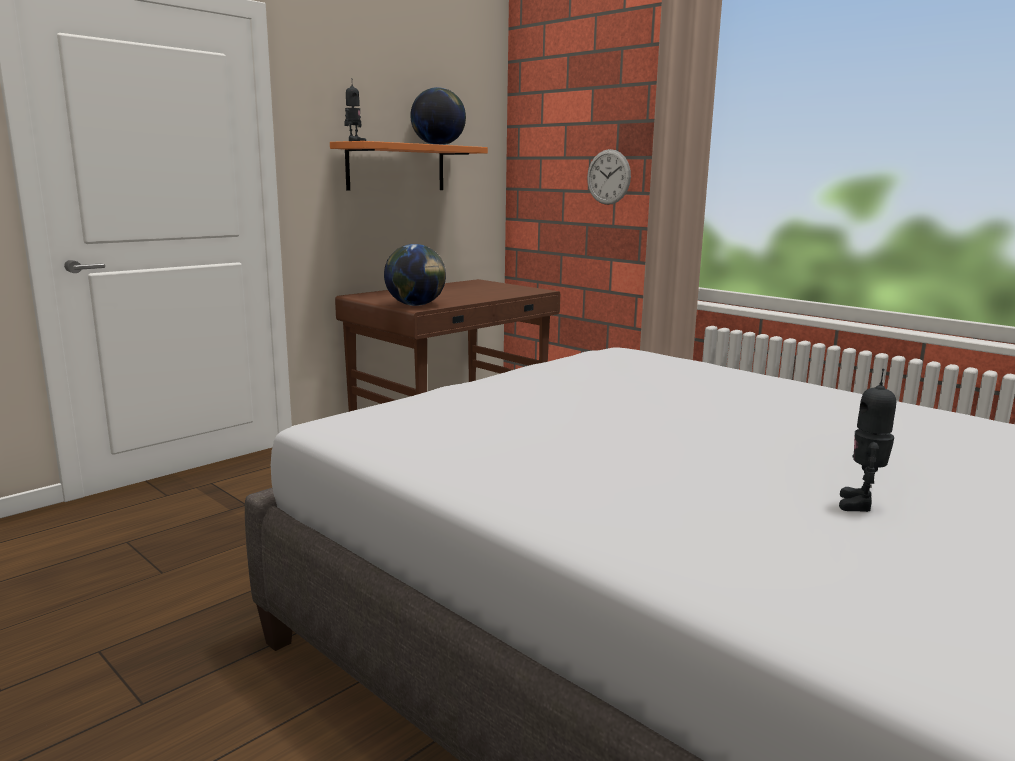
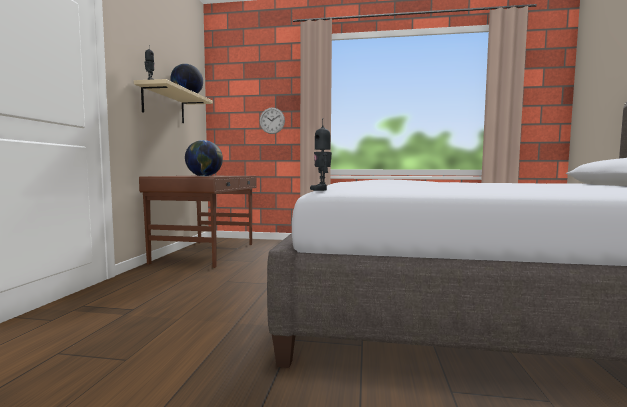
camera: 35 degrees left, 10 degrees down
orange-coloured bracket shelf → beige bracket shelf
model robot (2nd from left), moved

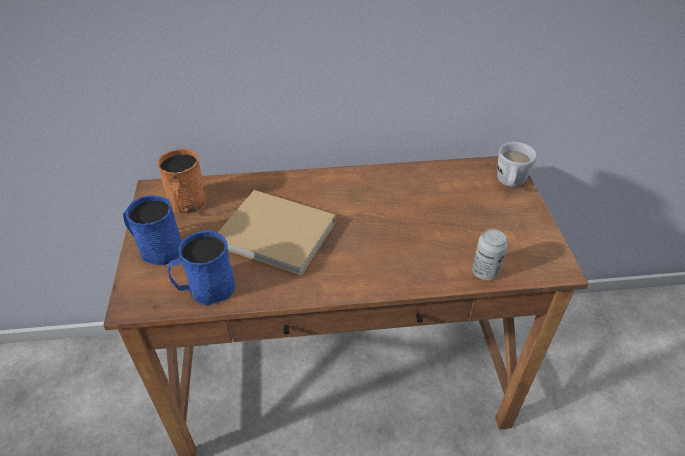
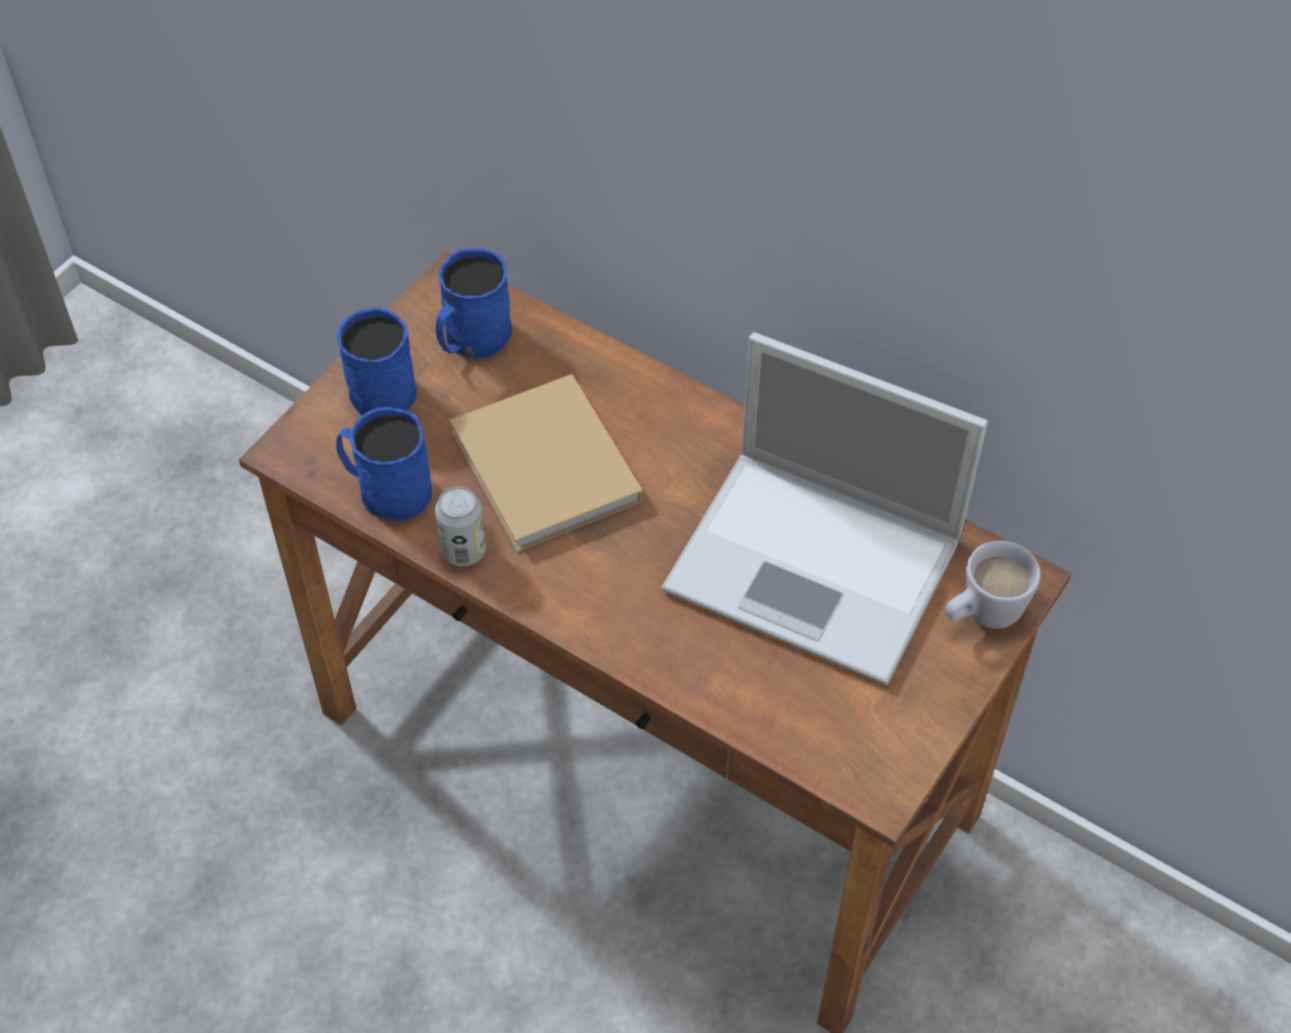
camera: 40 degrees right, 10 degrees up
metal can, moved
orange-coloured coffee mug → blue-coloured coffee mug (3rd from left)
- → notebook computer

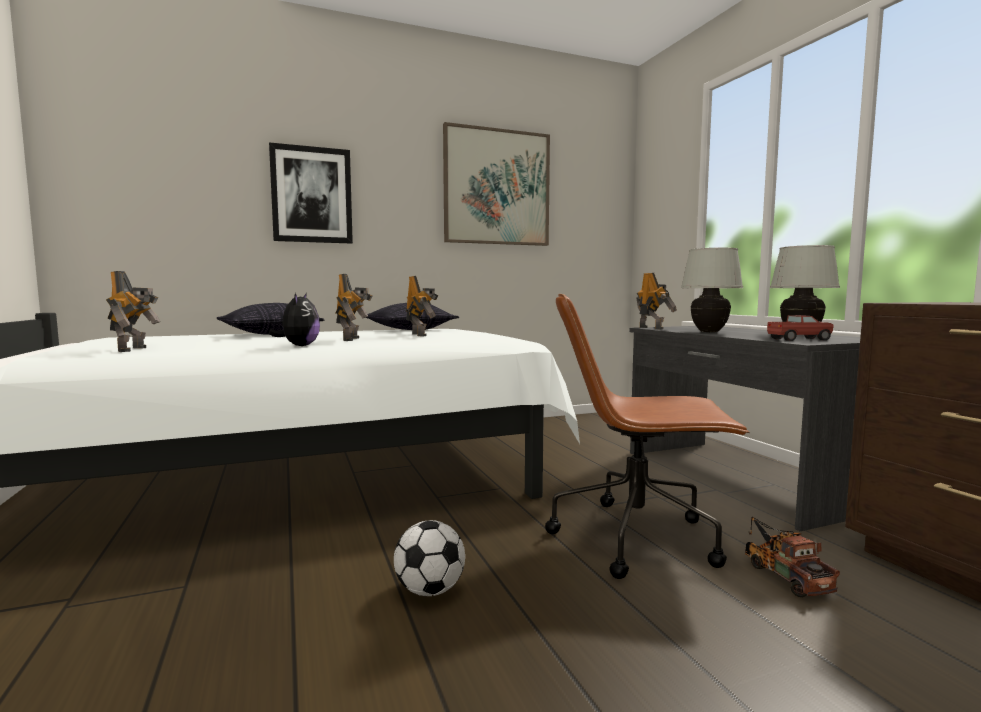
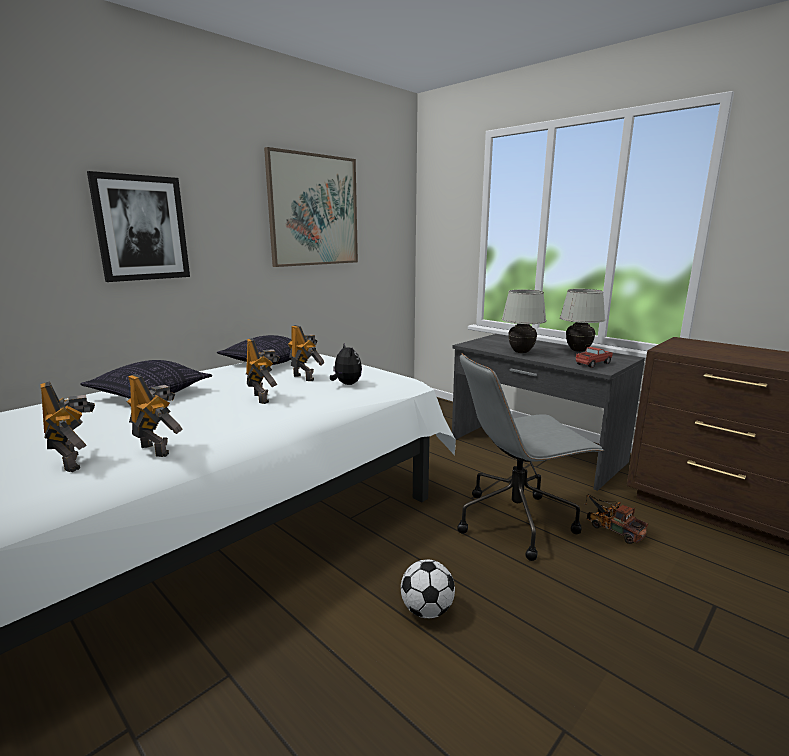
camera: 25 degrees left, 10 degrees up
model robot (4th from left in the first image) → model robot (2nd from left), moved
plush toy, moved
brown-coloured computer chair → grey computer chair

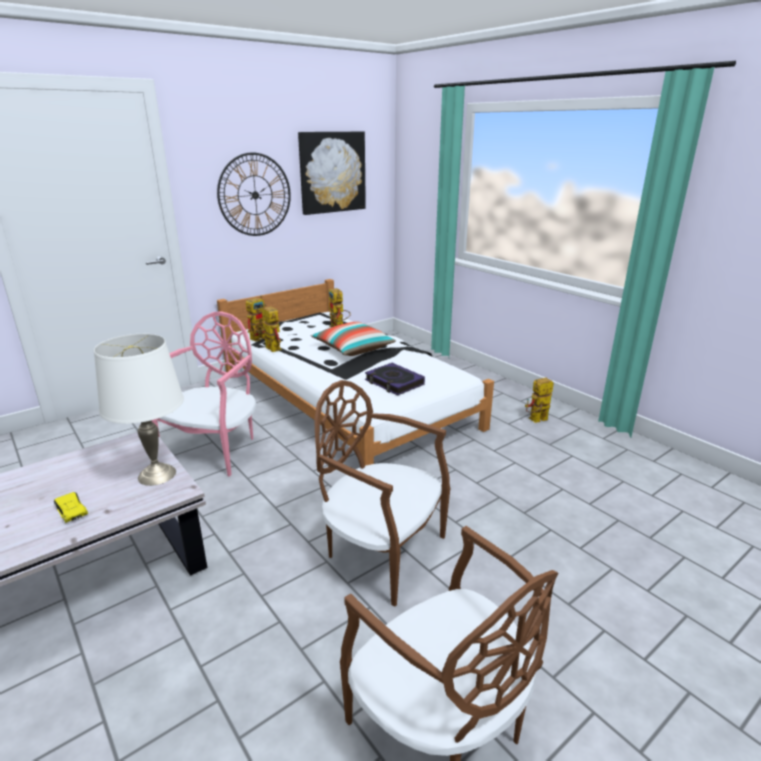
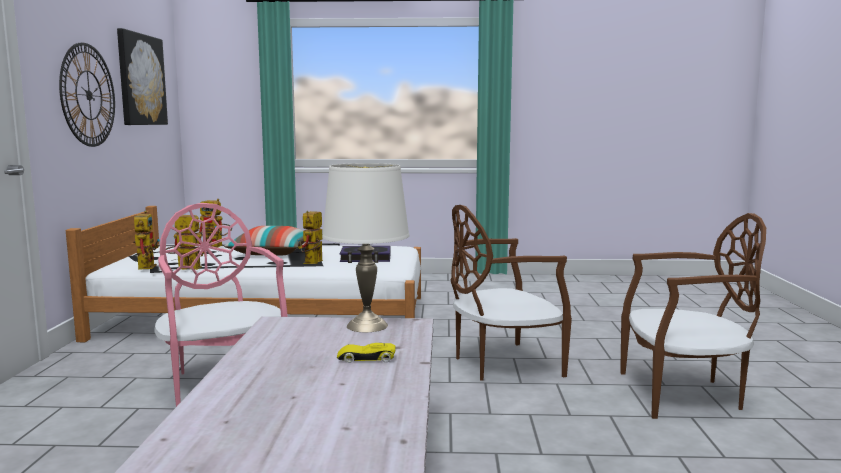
camera: 50 degrees left, 15 degrees down
model robot (4th from left), moved

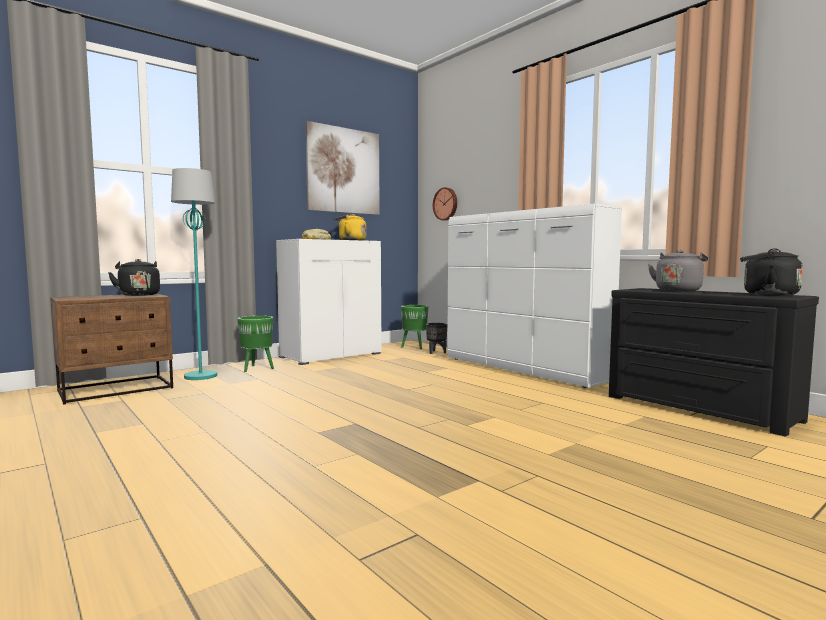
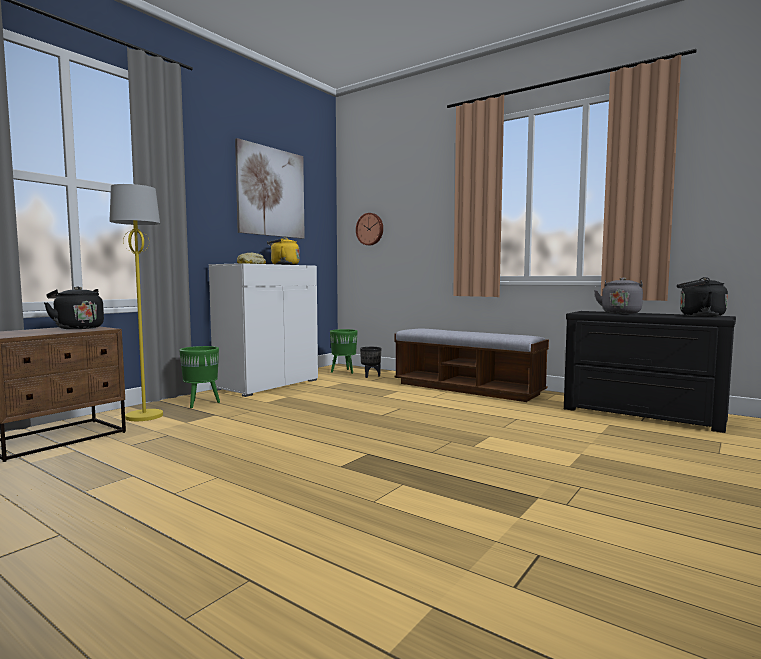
camera: 15 degrees left, 0 degrees up
blue-green standing lamp → yellowish standing lamp
white dresser → long seat

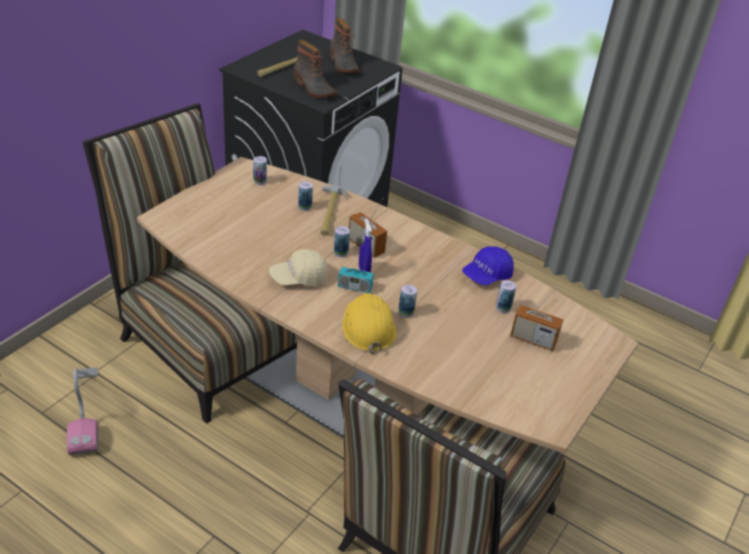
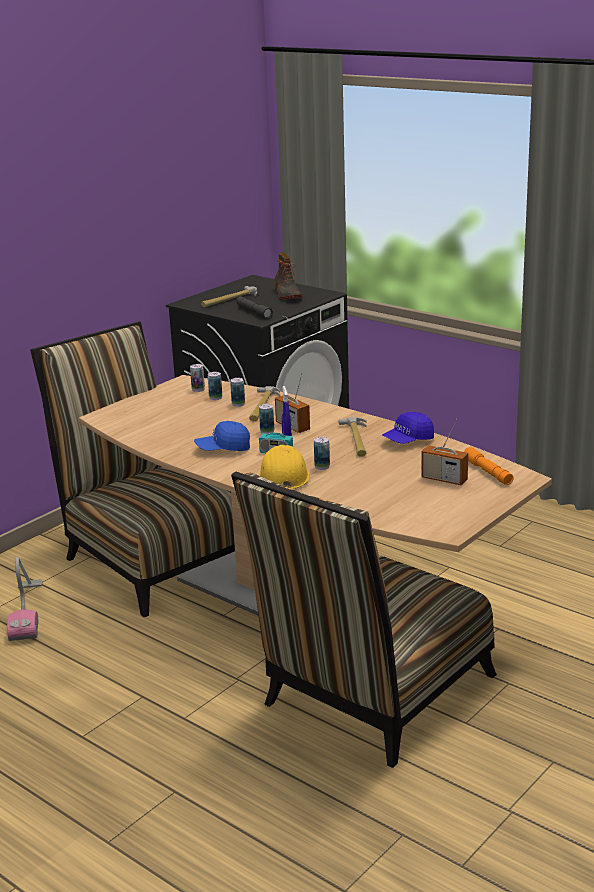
camera: 10 degrees right, 15 degrees down
beige cap → blue-coloured cap (1st from left)
metal can (5th from left in the first image) → metal can (2nd from left), moved
high-top boot (1st from left) → grey torch
- → hand hammer (3rd from left)
- → orange-coloured torch

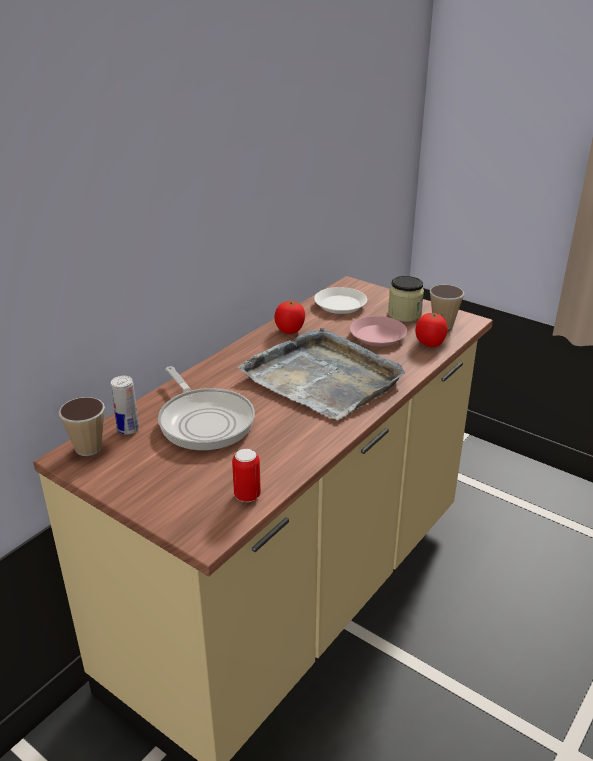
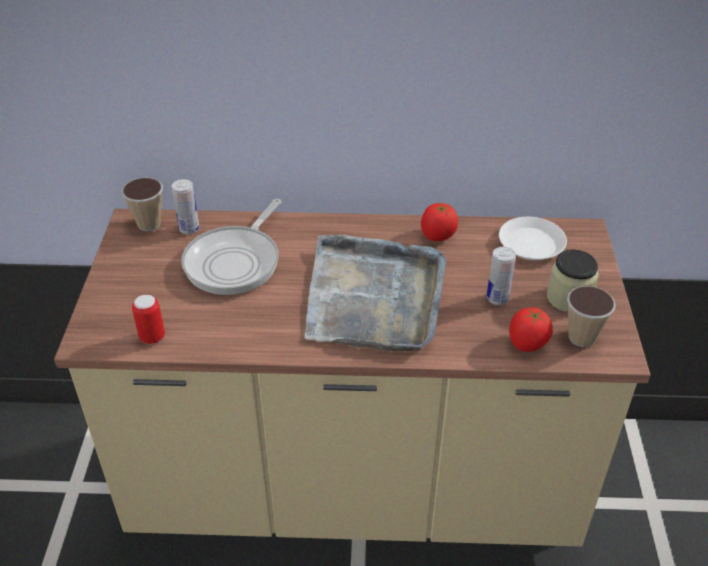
camera: 55 degrees right, 10 degrees up
pink-coloured dinner plate → metal can (3rd from left)

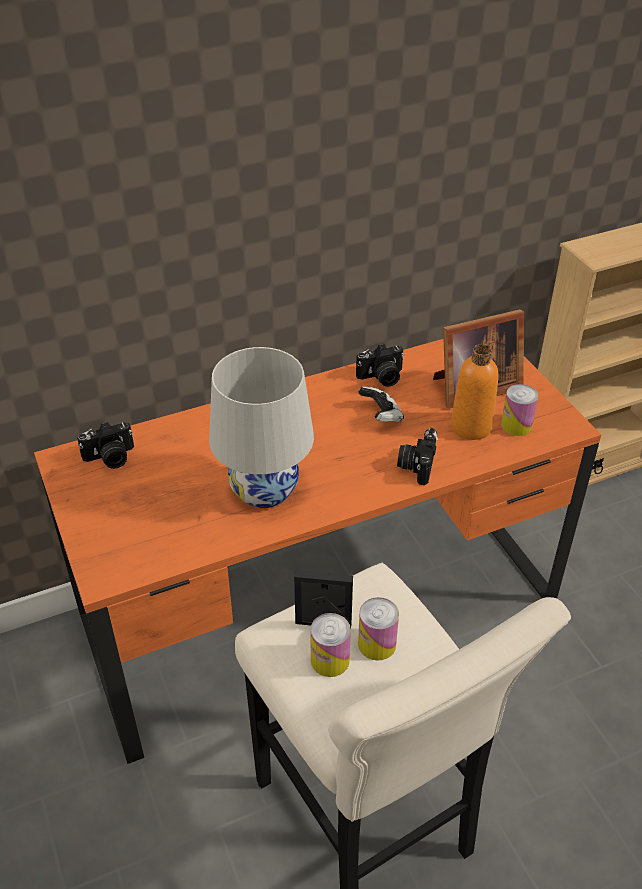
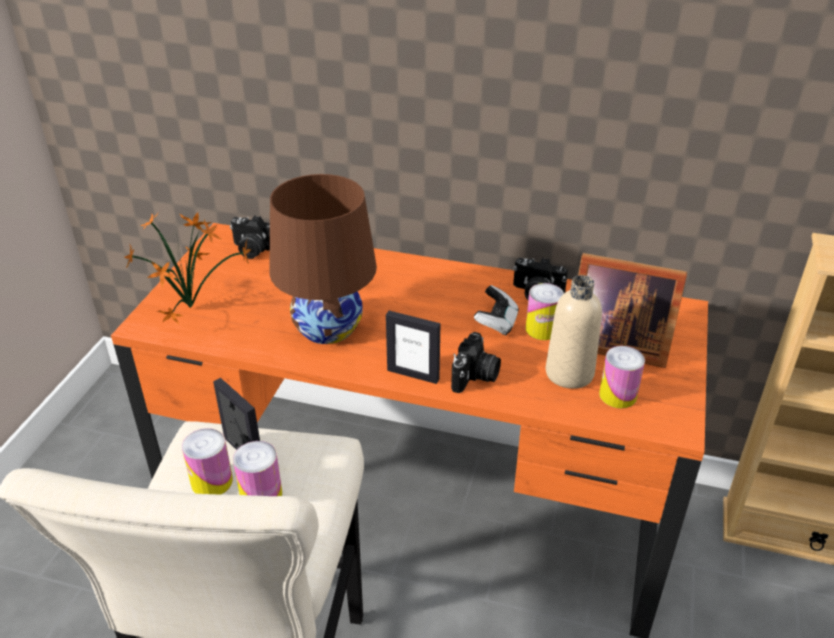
camera: 40 degrees right, 5 degrees down
- → houseplant
white tabletop lamp → brown-coloured tabletop lamp
- → picture frame (2nd from left)
photo camera (3rd from left in the first image) → photo camera (2nd from left), 150 degrees clockwise
- → metal can (3rd from left)
orange-coloured drink bottle → beige drink bottle

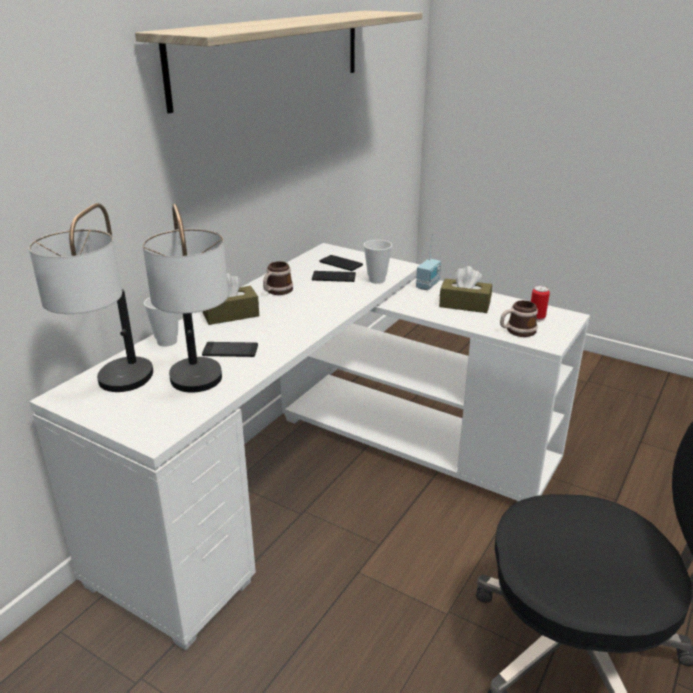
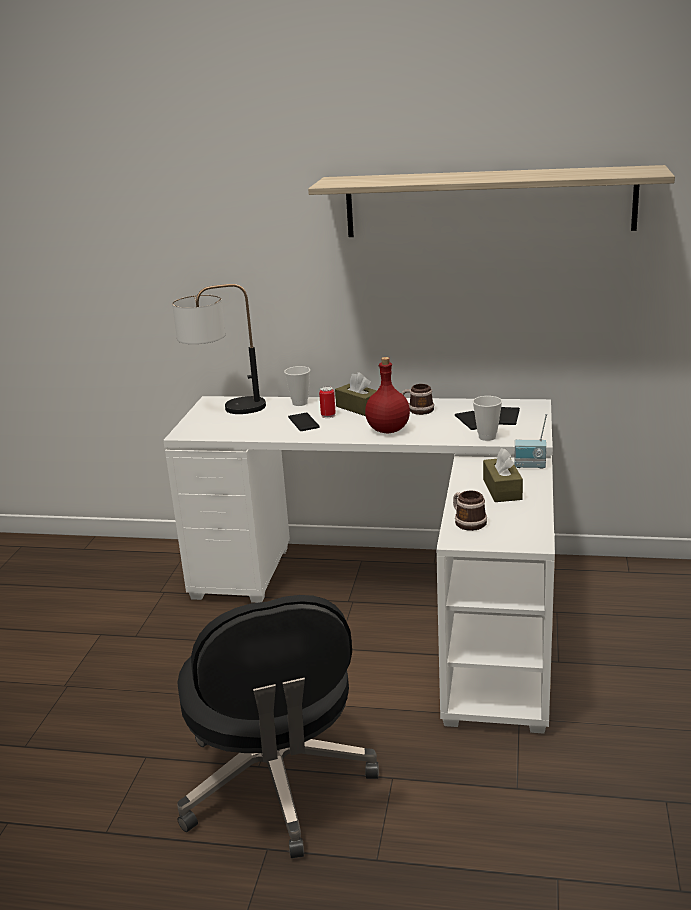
camera: 70 degrees right, 5 degrees down
metal can, moved
- → red drink bottle
tabletop lamp (2nd from left) → -

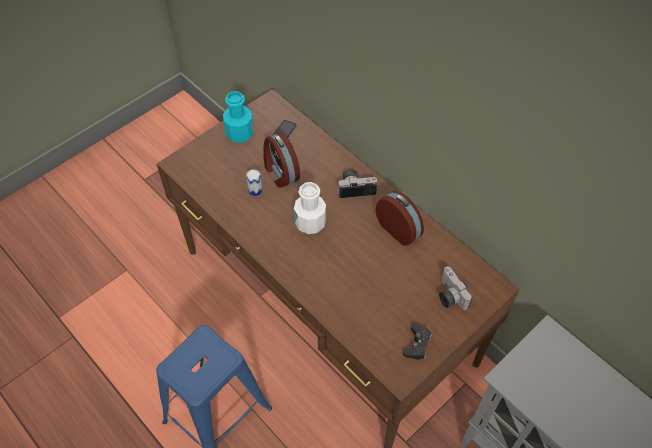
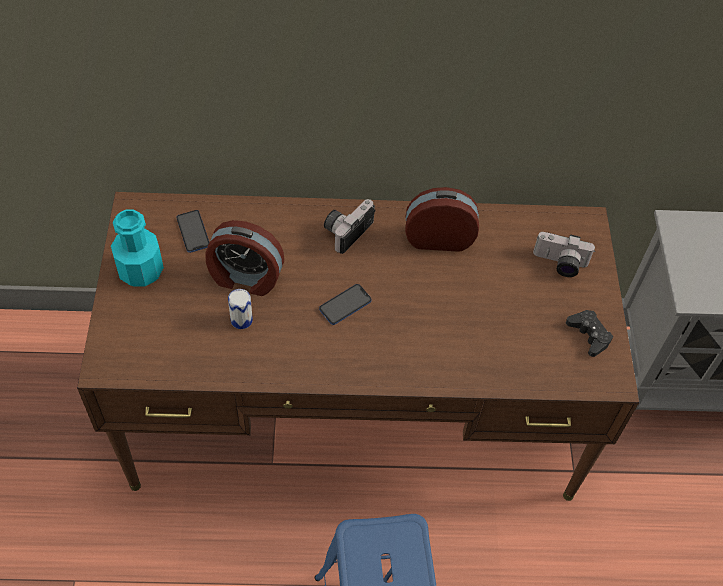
camera: 50 degrees left, 0 degrees up
white drink bottle → handset (2nd from left)

